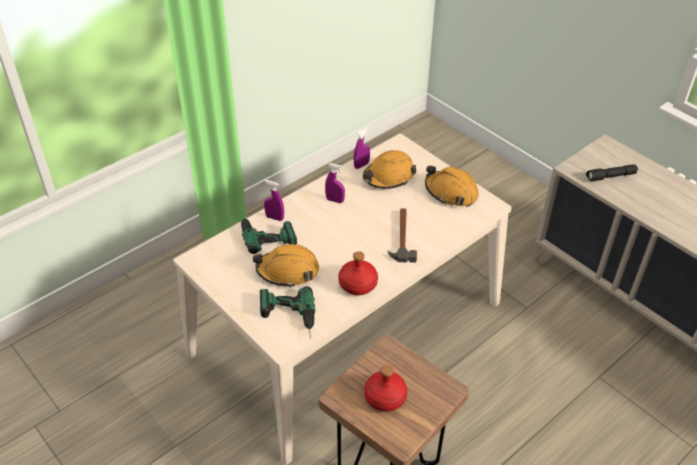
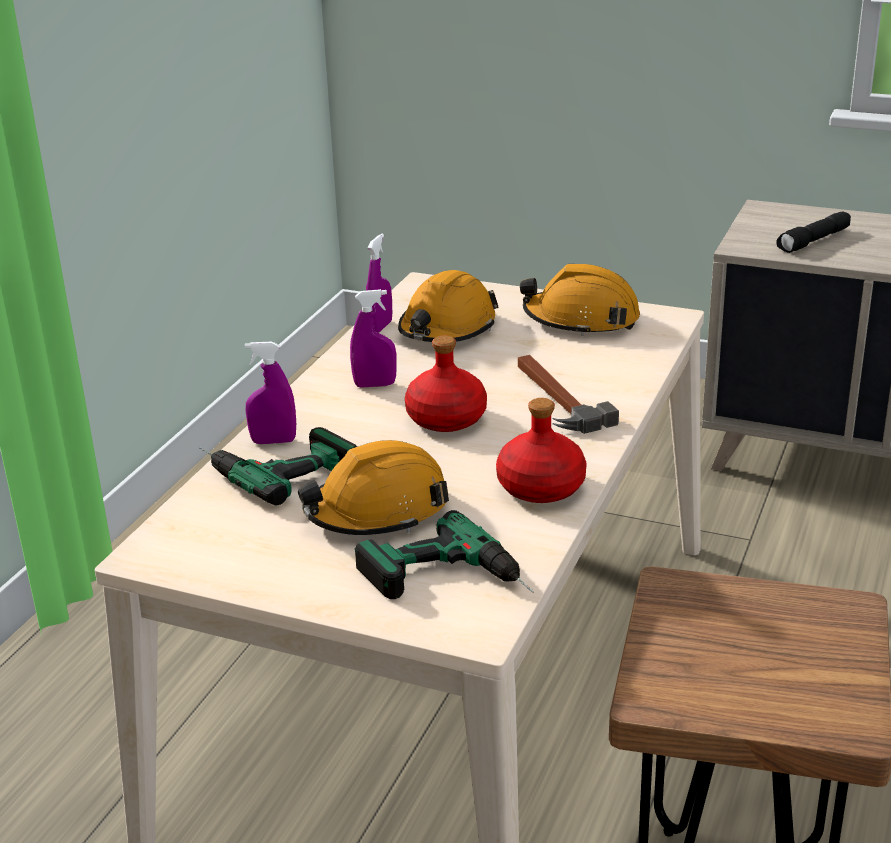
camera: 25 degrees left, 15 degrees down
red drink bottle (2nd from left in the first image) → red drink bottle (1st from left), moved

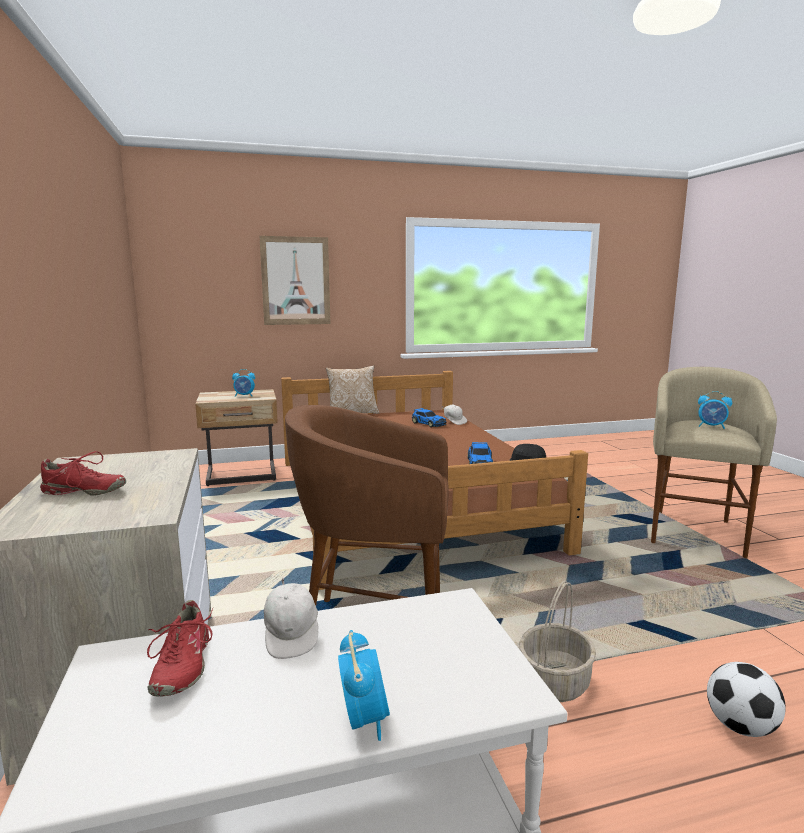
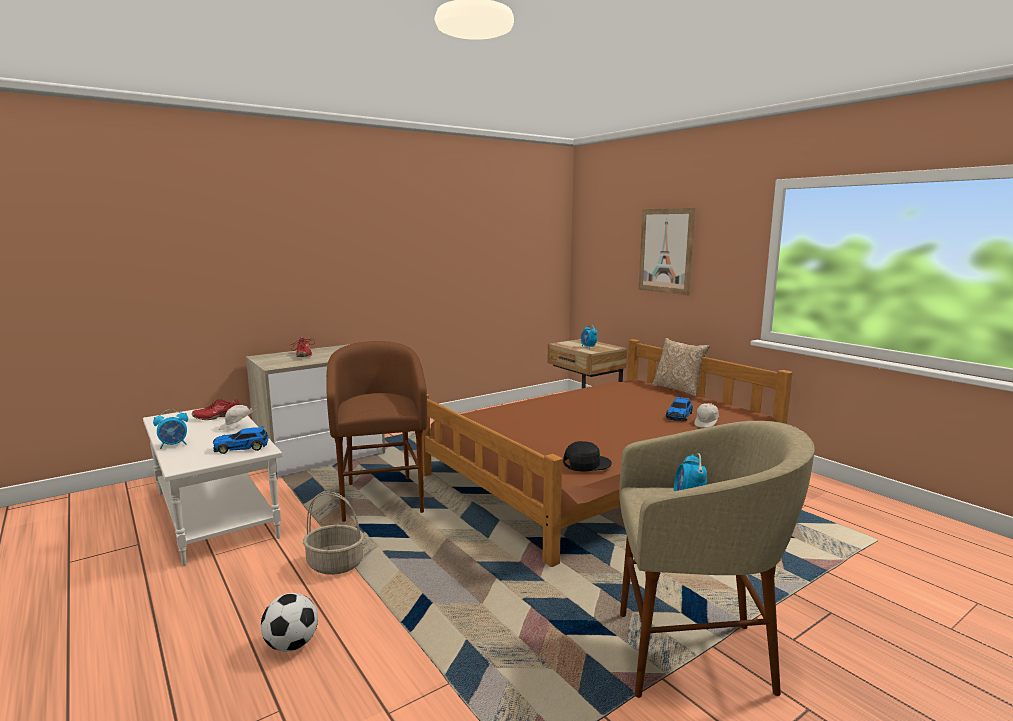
camera: 70 degrees right, 0 degrees up
toy car (2nd from left in the first image) → toy car (1st from left), moved

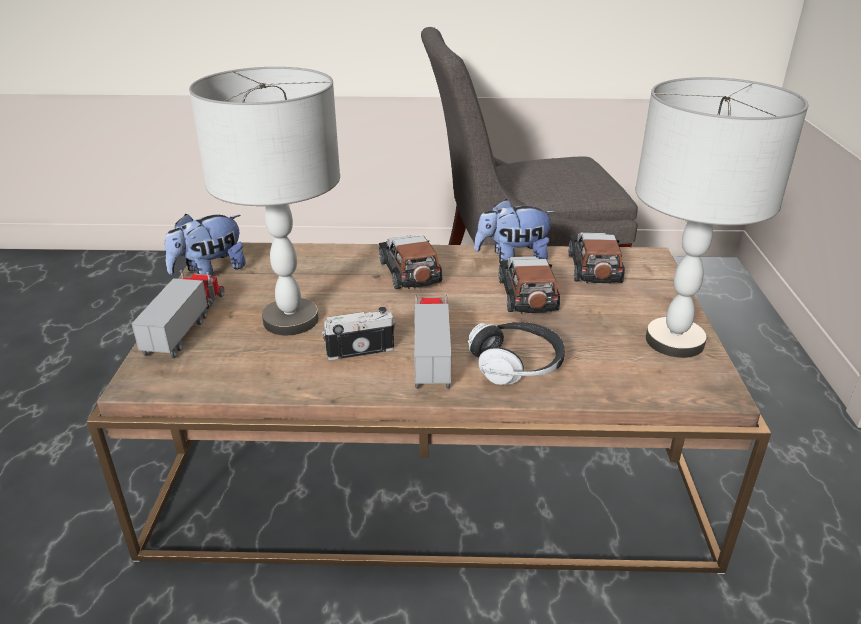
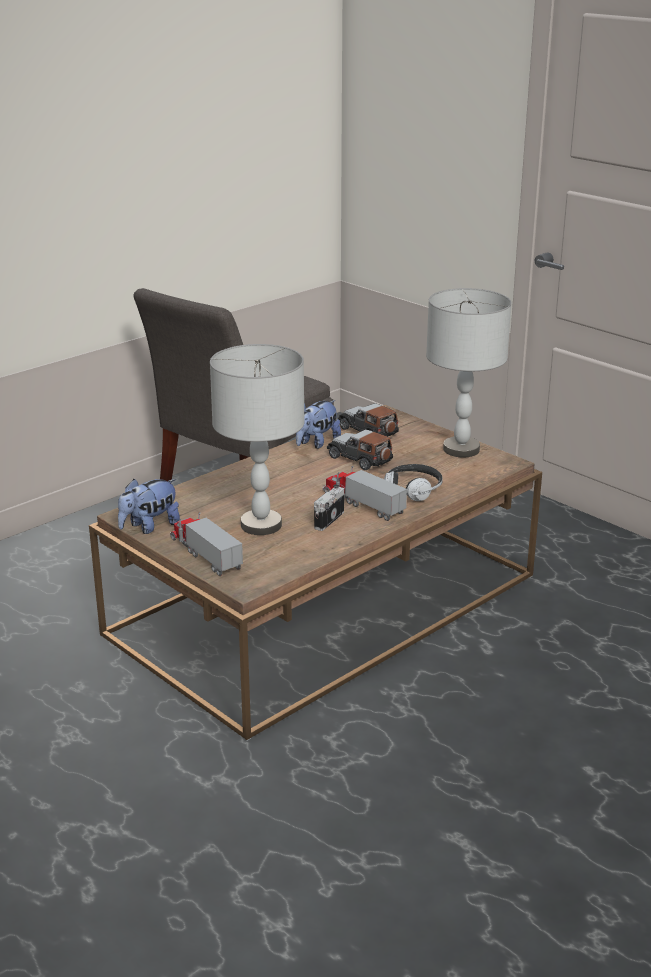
camera: 45 degrees left, 5 degrees down
plush toy (1st from left), 45 degrees clockwise
toy car (1st from left) → -

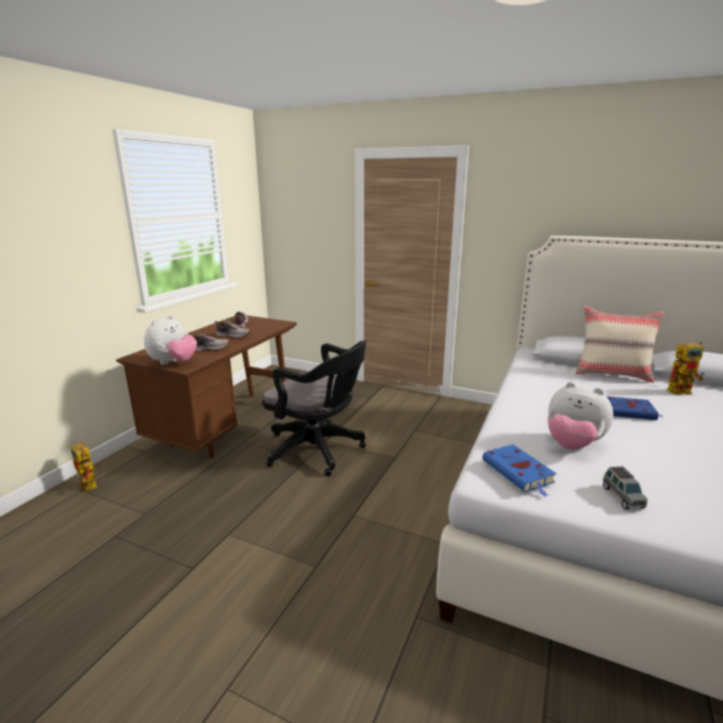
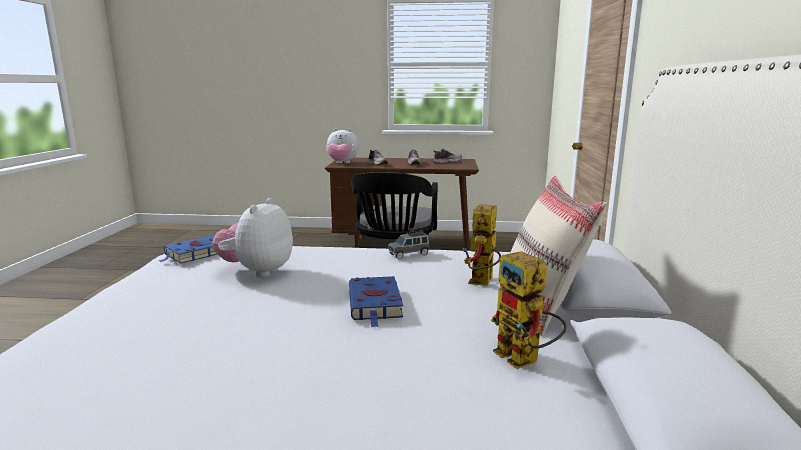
camera: 70 degrees right, 5 degrees down
grey toy car, moved
model robot (1st from left), moved

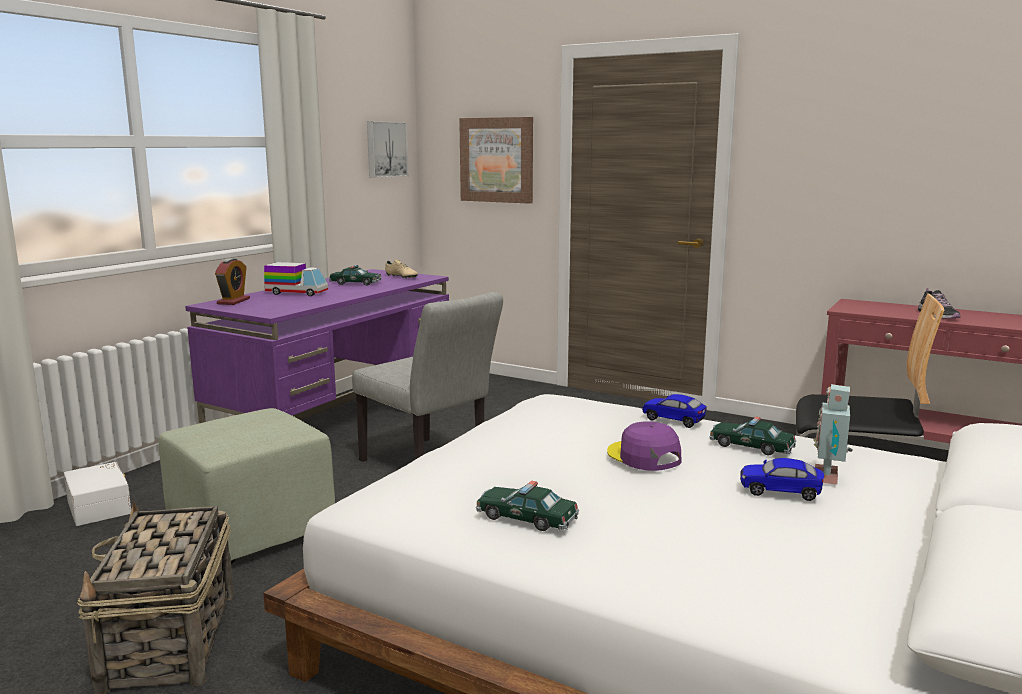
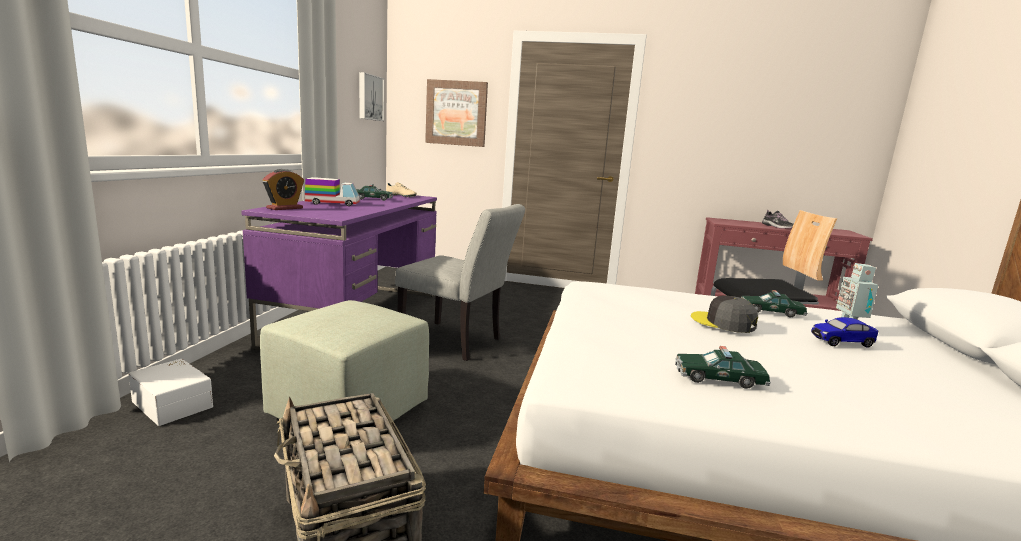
camera: 20 degrees left, 0 degrees up
alarm clock, 45 degrees clockwise
purple-coloured cap → grey cap
toy car (3rd from left) → -

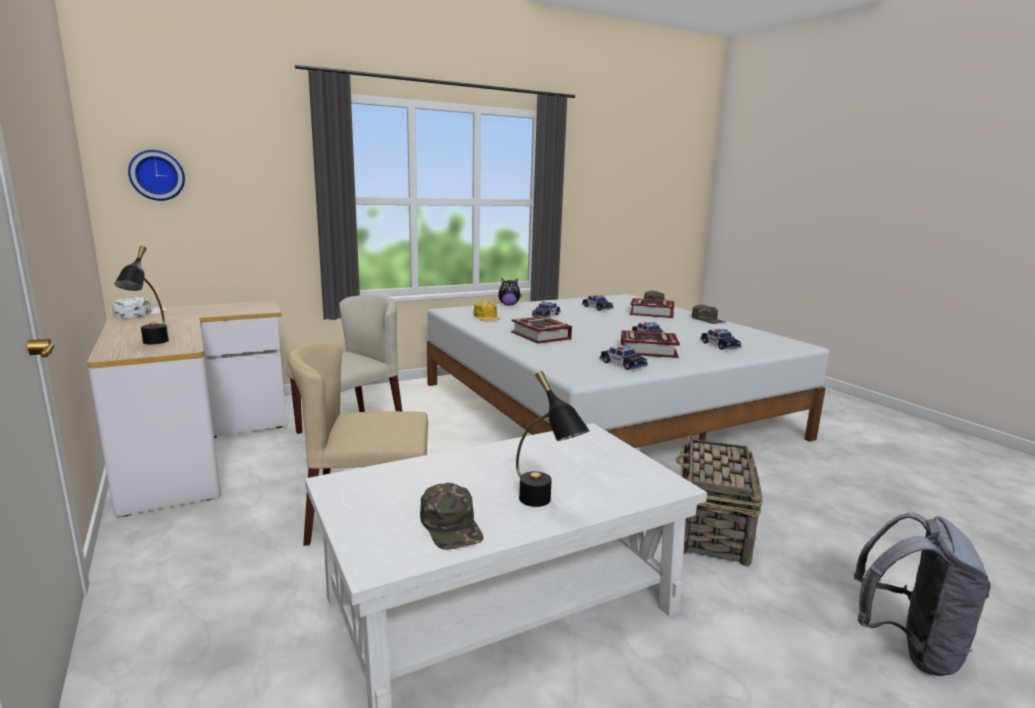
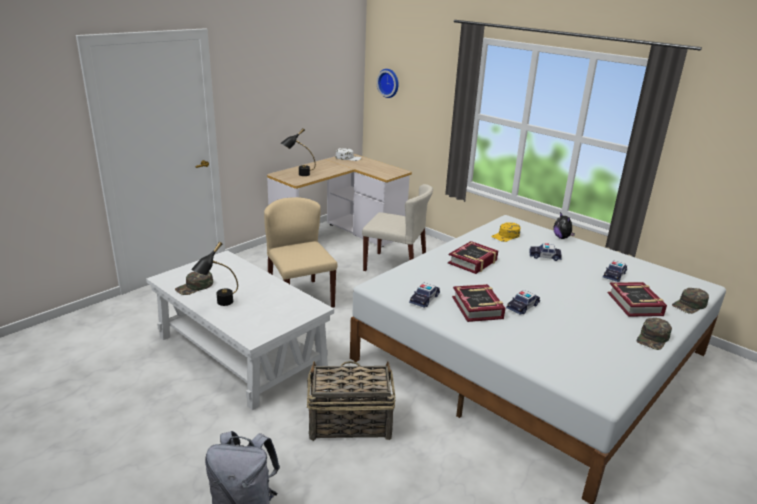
camera: 70 degrees right, 10 degrees up
toy car (5th from left) → -

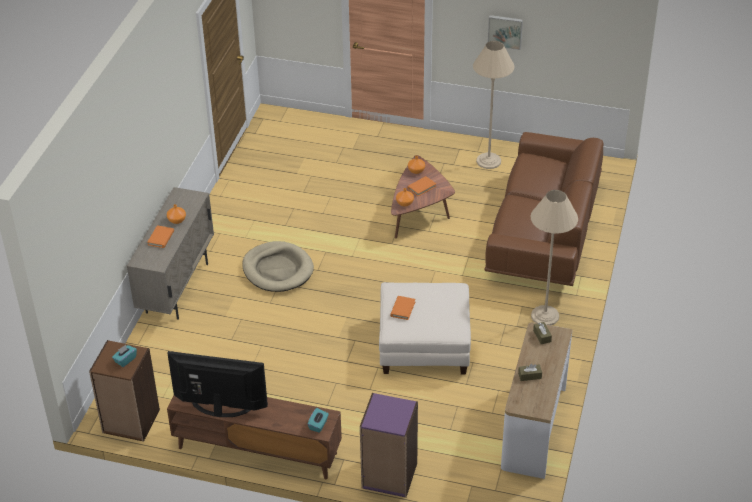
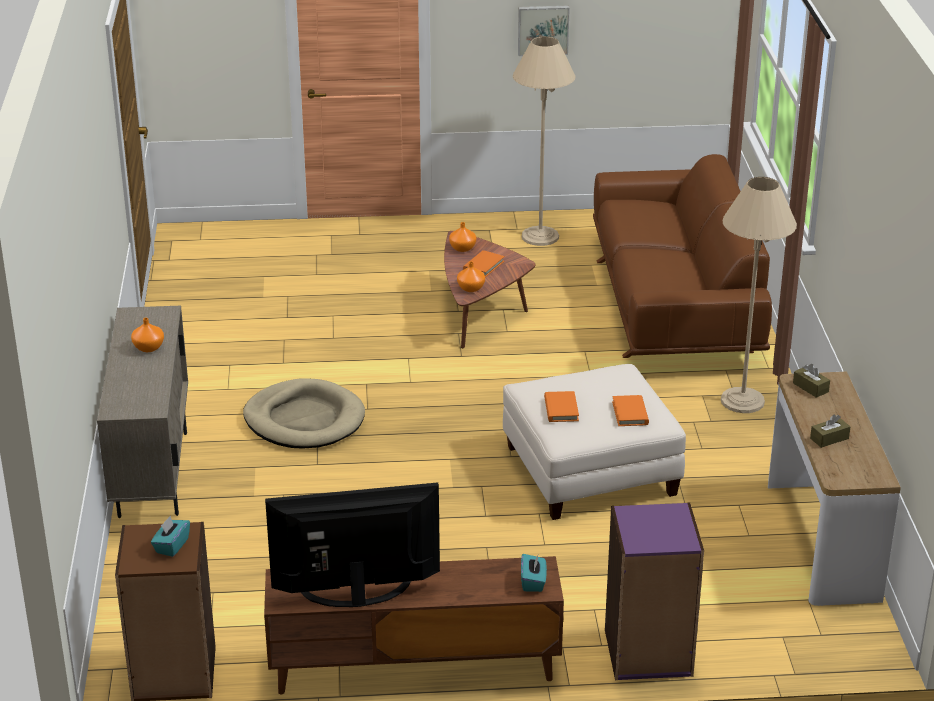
camera: 20 degrees left, 10 degrees down
orange-coloured volume (1st from left in the first image) → orange-coloured volume (3rd from left), moved

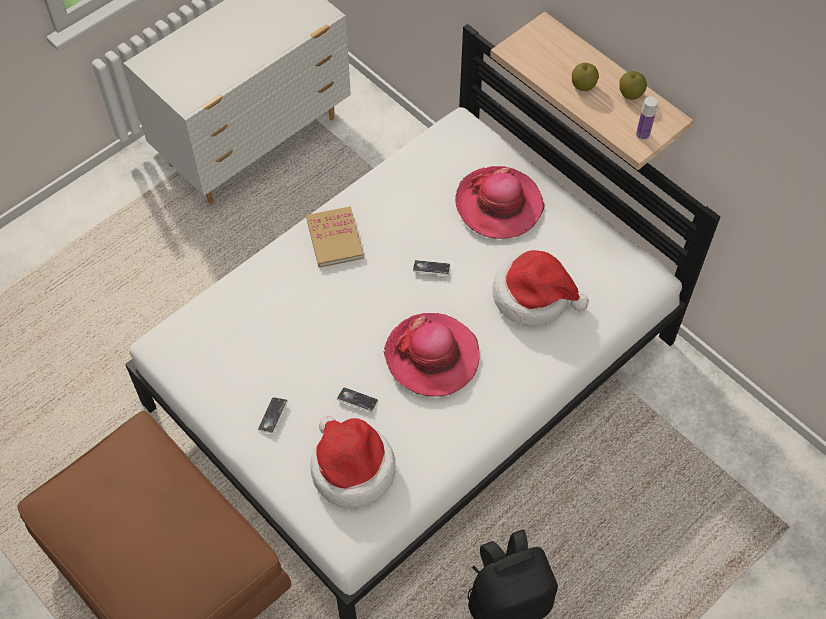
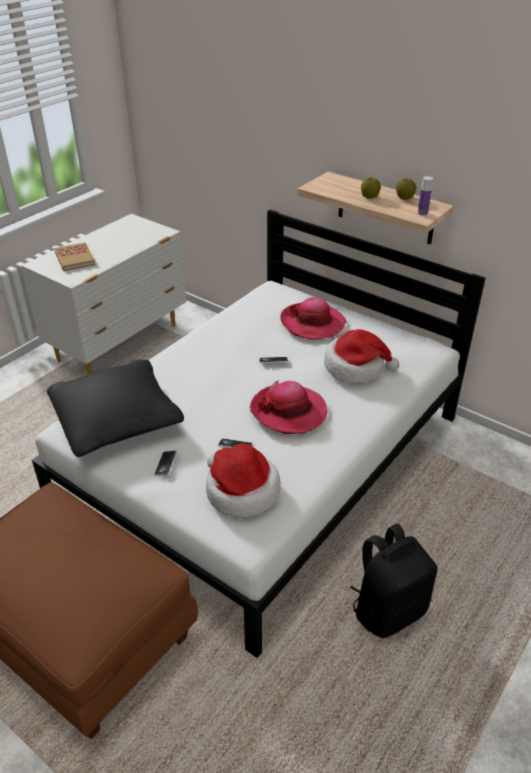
camera: 10 degrees left, 20 degrees down
- → blackish pillow
volume, moved

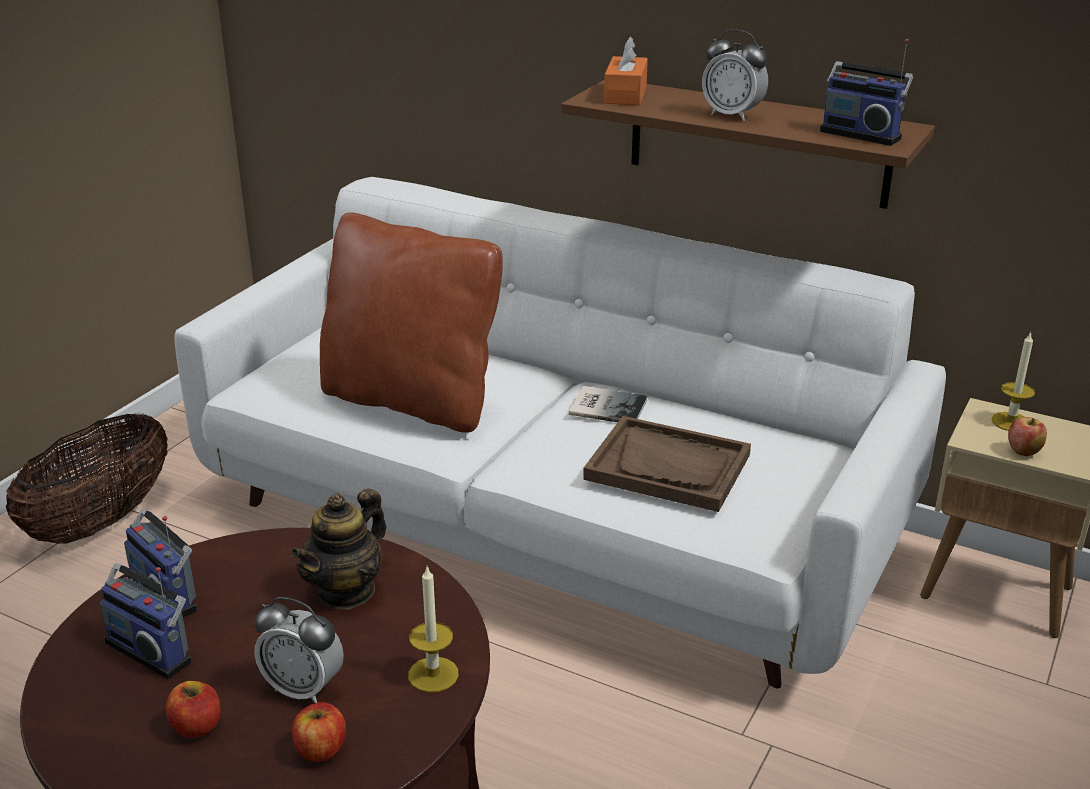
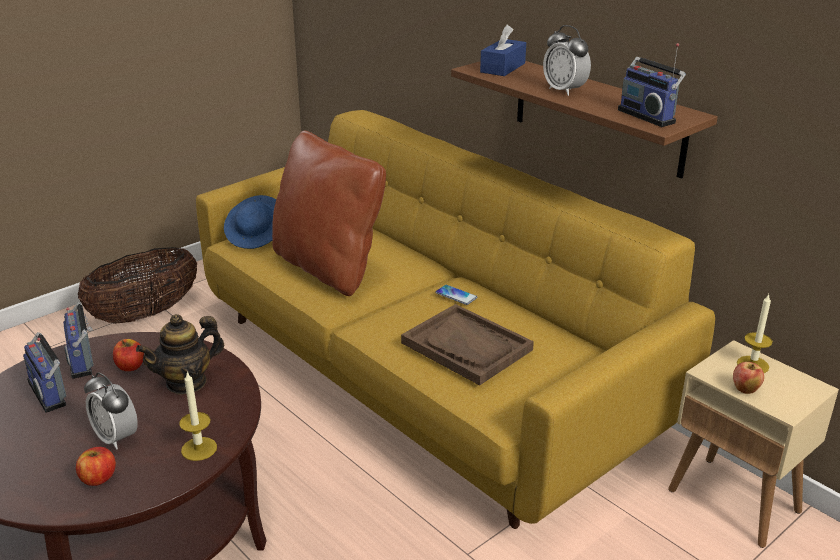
camera: 20 degrees right, 0 degrees up
whole apple (1st from left in the first image) → whole apple (2nd from left), moved
white settee → yellowish settee
- → blue-coloured wearable hat
volume → handset
orange-coloured tissue holder → blue-coloured tissue holder

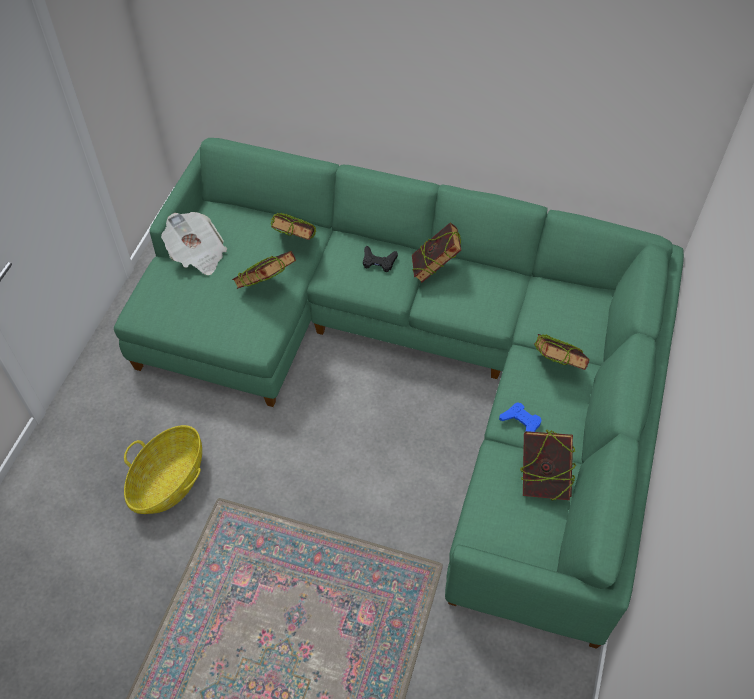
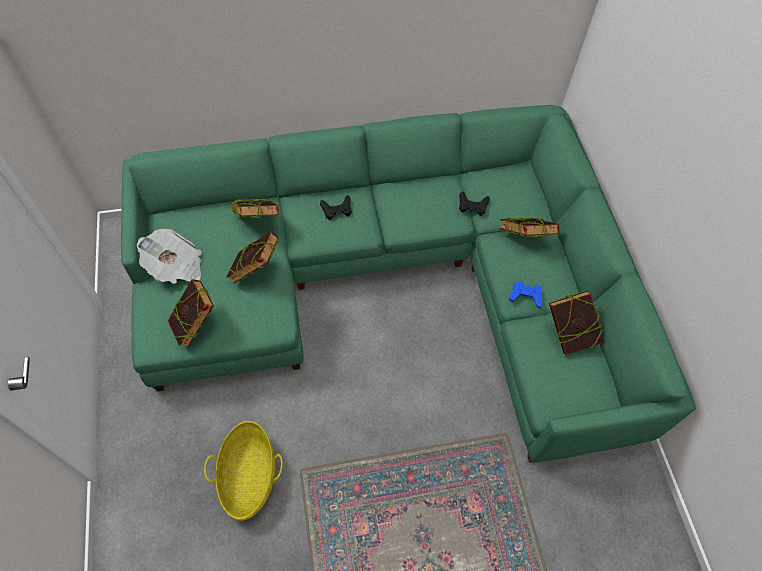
camera: 30 degrees left, 5 degrees up
volume (3rd from left in the first image) → volume (1st from left), moved
- → blackish game controller (2nd from left)

